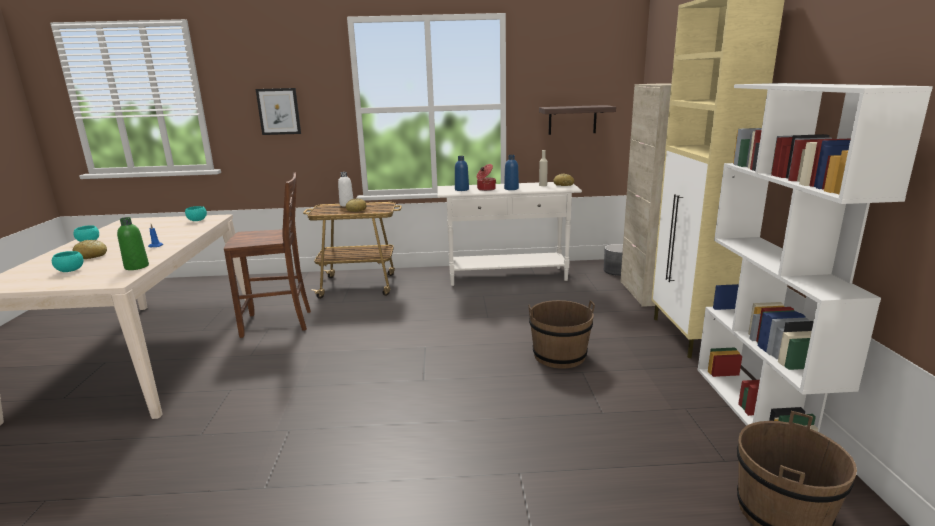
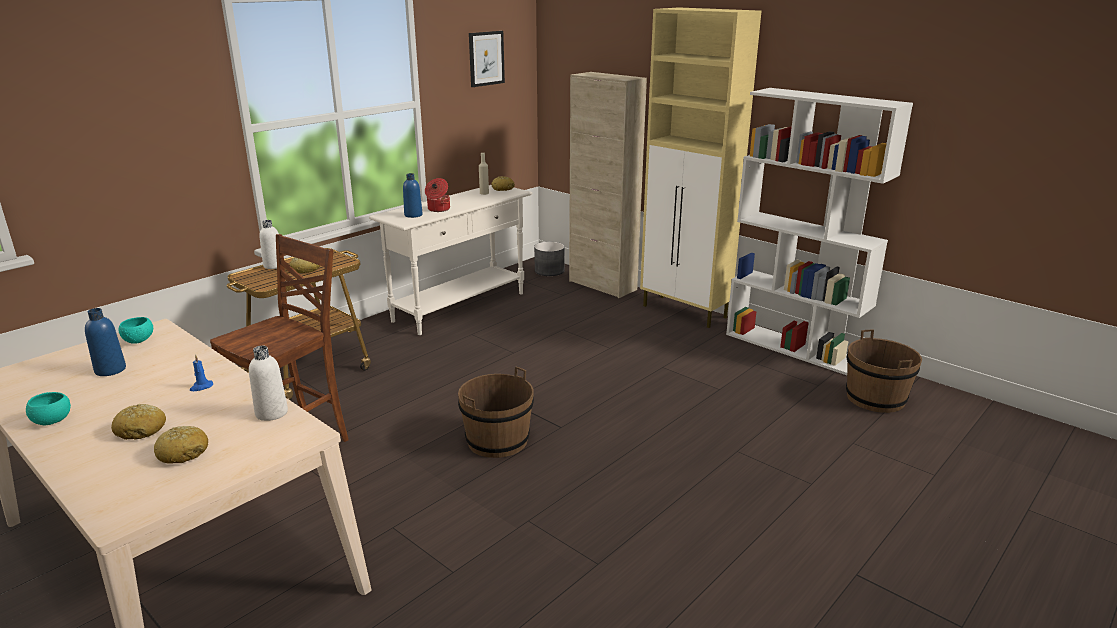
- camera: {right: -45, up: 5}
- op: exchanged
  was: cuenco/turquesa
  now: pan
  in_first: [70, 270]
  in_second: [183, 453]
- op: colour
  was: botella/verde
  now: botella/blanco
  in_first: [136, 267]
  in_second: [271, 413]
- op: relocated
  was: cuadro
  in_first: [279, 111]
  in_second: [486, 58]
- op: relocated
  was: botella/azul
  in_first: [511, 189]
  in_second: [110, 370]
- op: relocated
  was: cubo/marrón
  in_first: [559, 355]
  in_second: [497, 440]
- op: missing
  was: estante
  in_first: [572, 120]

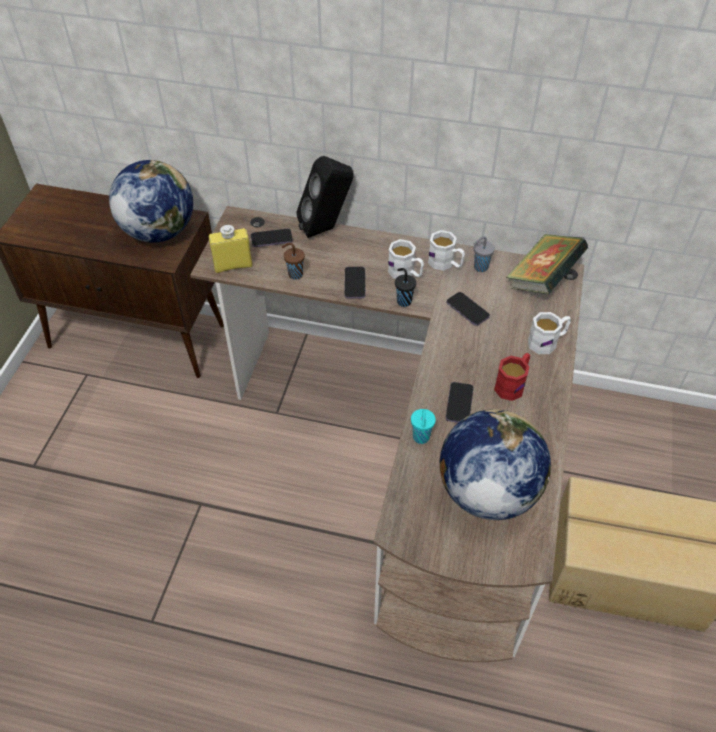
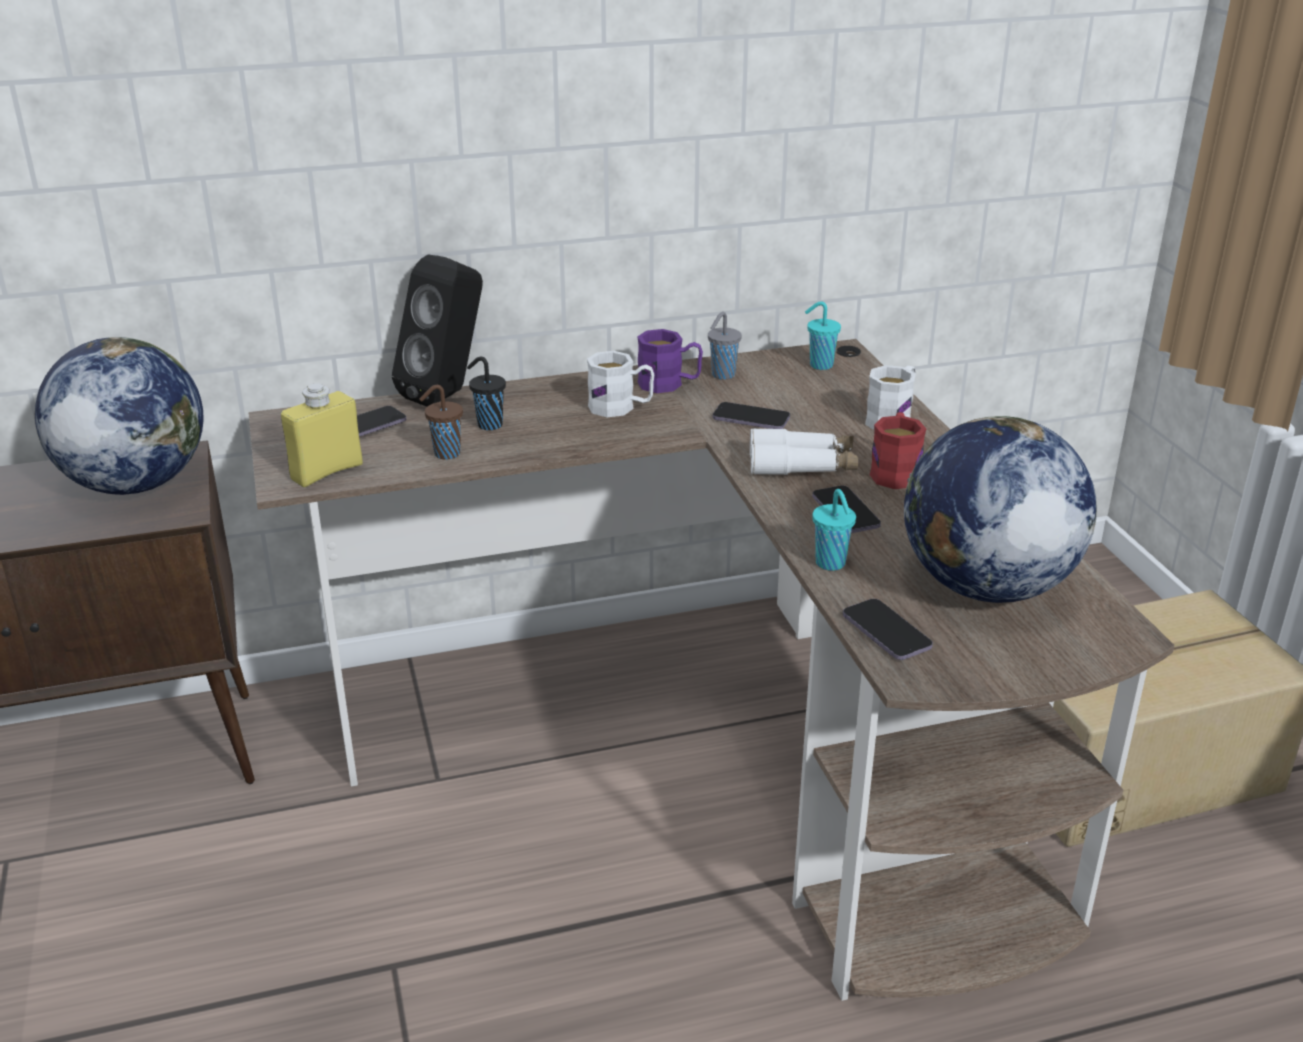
- camera: {right: -30, up: -20}
- op: relocated
  was: móvil
  in_first: [355, 284]
  in_second: [886, 632]
- op: relocated
  was: taza/negro
  in_first: [403, 301]
  in_second: [488, 425]
- op: colour
  was: taza grande/blanco
  now: taza grande/morado
  in_first: [445, 263]
  in_second: [669, 384]
- op: exchanged
  was: libro
  now: taza/turquesa
  in_first: [542, 280]
  in_second: [819, 365]
- op: appeared
  now: prismáticos/blanco
  in_second: [802, 465]

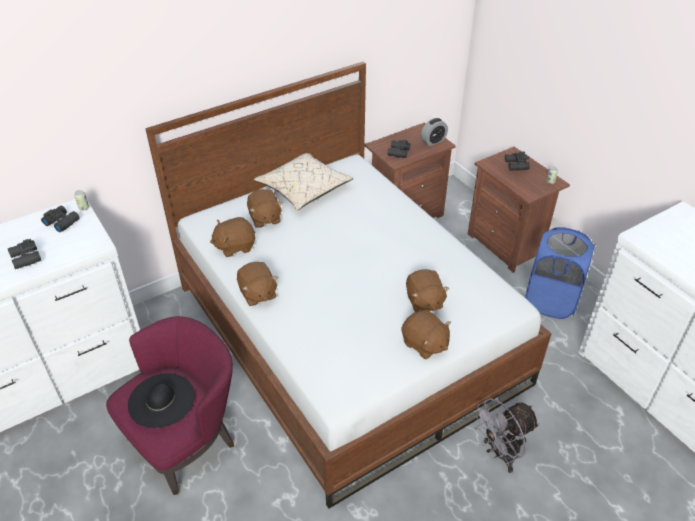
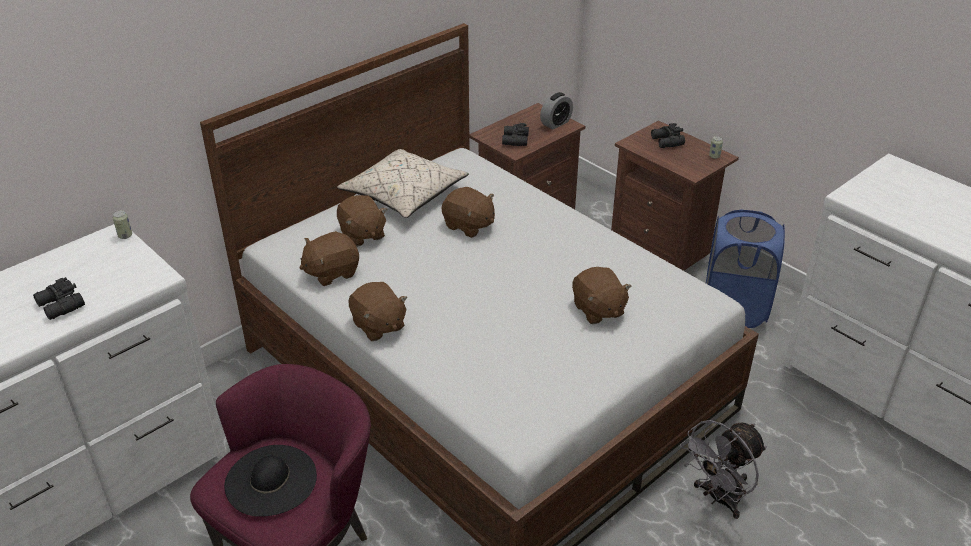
- camera: {right: -10, up: -5}
- op: missing
  was: prismáticos/negro
  in_first: [62, 222]
- op: relocated
  was: peluche/marrón
  in_first: [424, 344]
  in_second: [468, 226]

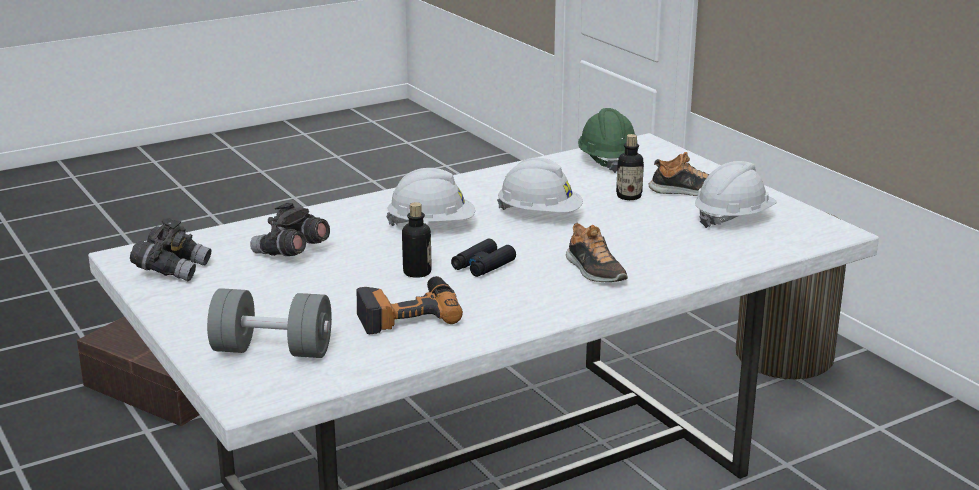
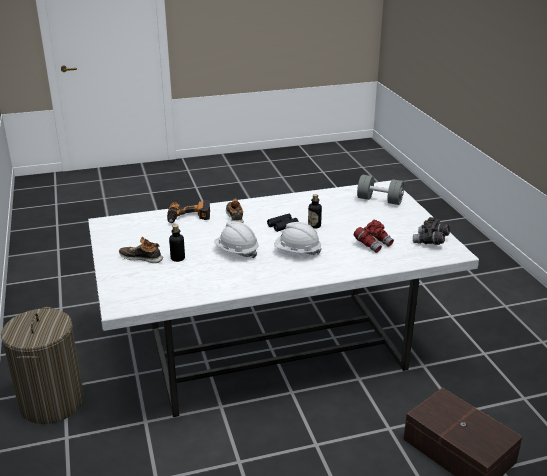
- camera: {right: -165, up: 5}
- op: colour
  was: prismáticos/gris
  now: prismáticos/rojo
  in_first: [291, 253]
  in_second: [373, 244]
- op: relocated
  was: taladro
  in_first: [407, 313]
  in_second: [189, 217]
- op: missing
  was: casco/verde
  in_first: [606, 160]
- op: missing
  was: casco/blanco
  in_first: [733, 218]

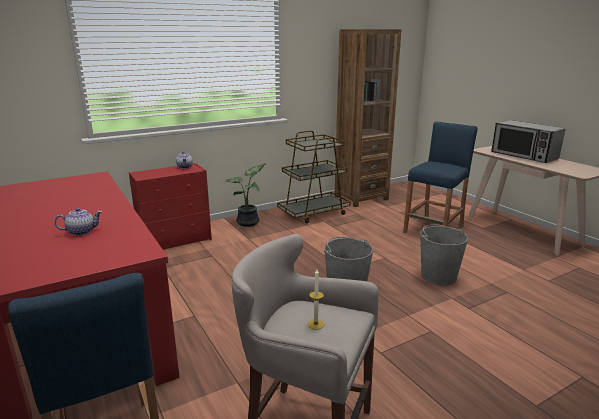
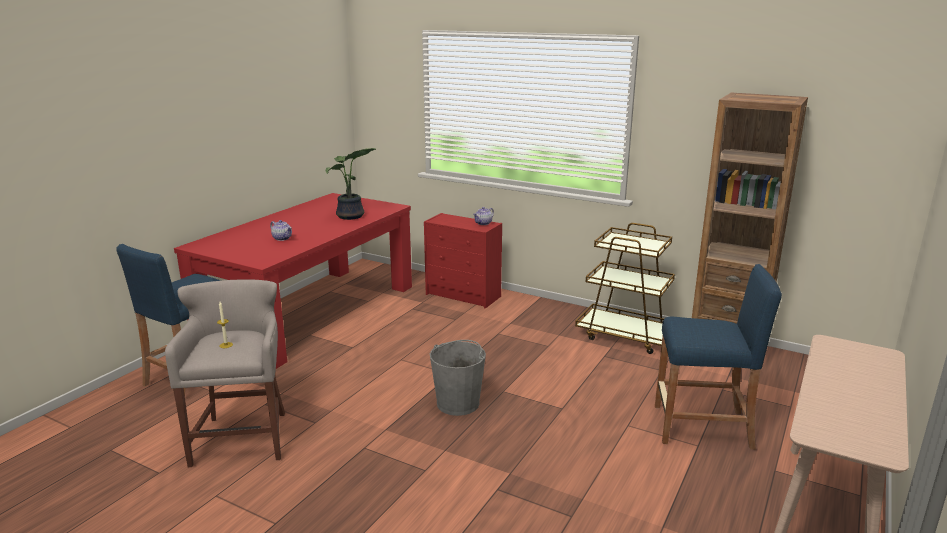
- camera: {right: 60, up: 0}
- op: relocated
  was: planta en maceta
  in_first: [249, 223]
  in_second: [351, 216]
- op: missing
  was: cubo/gris
  in_first: [438, 276]
- op: missing
  was: microondas
  in_first: [524, 156]

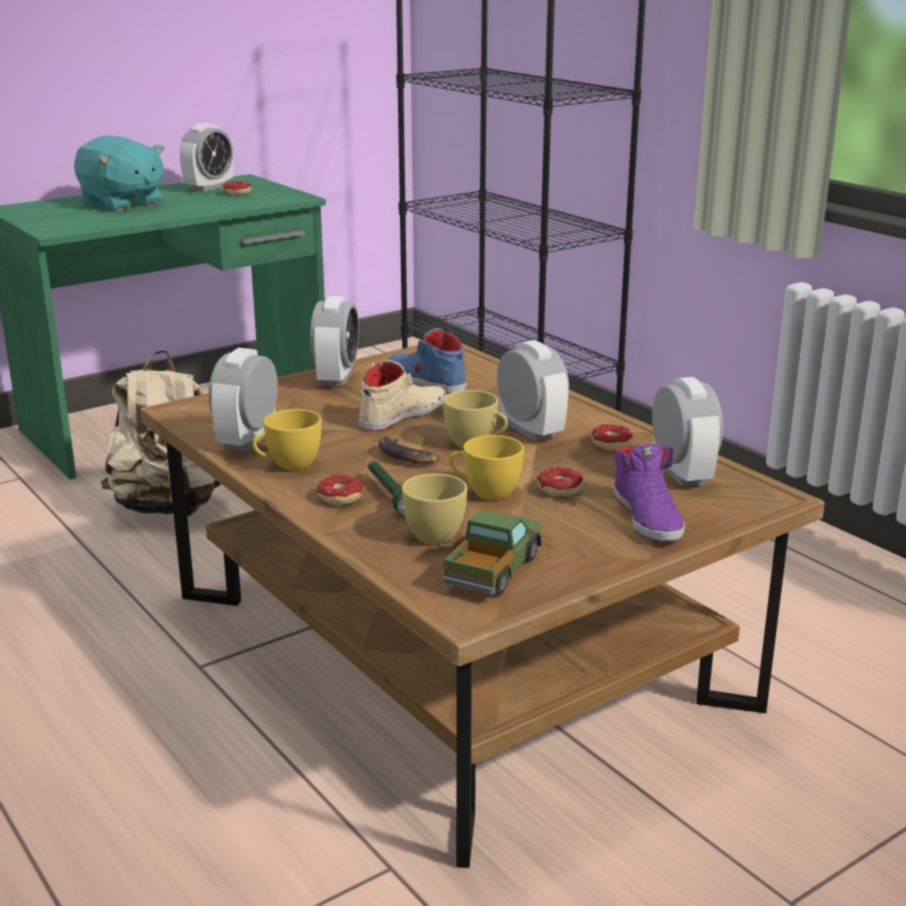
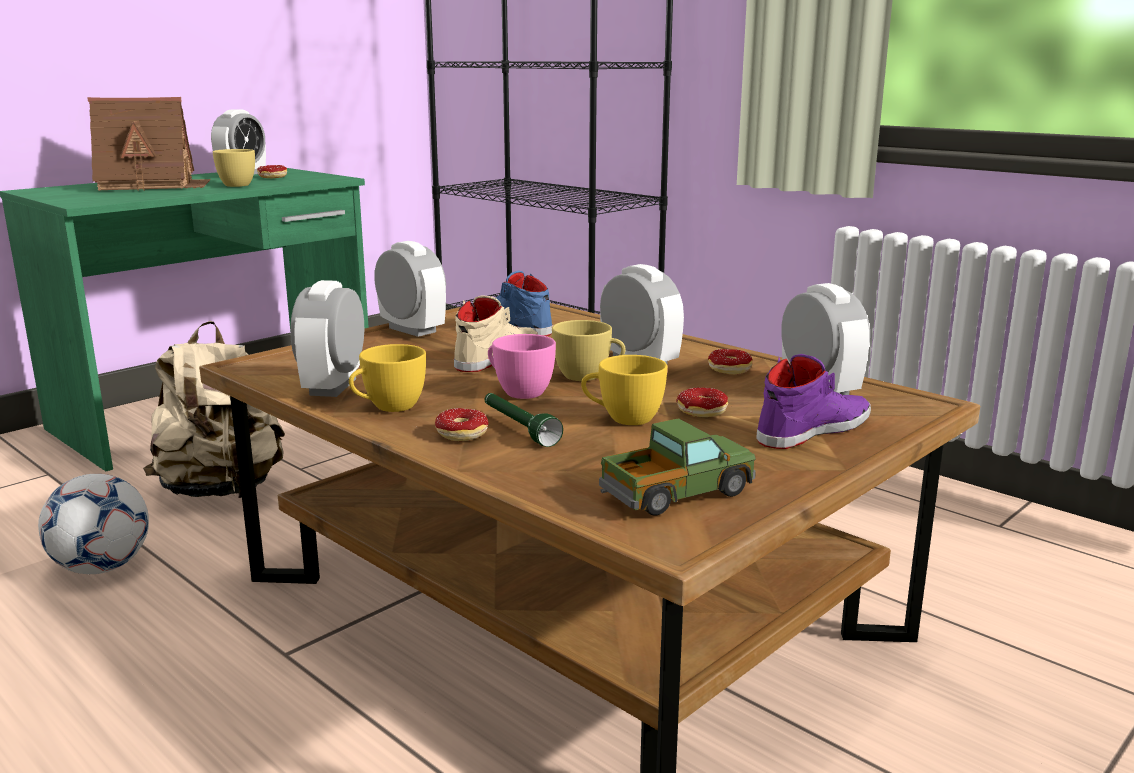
- camera: {right: -10, up: -5}
- op: exchanged
  was: peluche/turquesa
  now: casita
  in_first: [122, 204]
  in_second: [153, 185]
- op: spun
  was: despertador
  in_first: [336, 378]
  in_second: [412, 330]
  clockwise: -45
- op: exchanged
  was: plátano
  now: taza/rosa
  in_first: [406, 456]
  in_second: [518, 391]
- op: relocated
  was: taza/amarillo
  in_first: [437, 532]
  in_second: [239, 184]
- op: spun
  was: camión de juguete
  in_first: [493, 571]
  in_second: [676, 494]
  clockwise: 45
- op: spun
  was: zapato/morado
  in_first: [648, 517]
  in_second: [812, 429]
  clockwise: -105
- op: appeared
  now: balón de fútbol
  in_second: [102, 567]

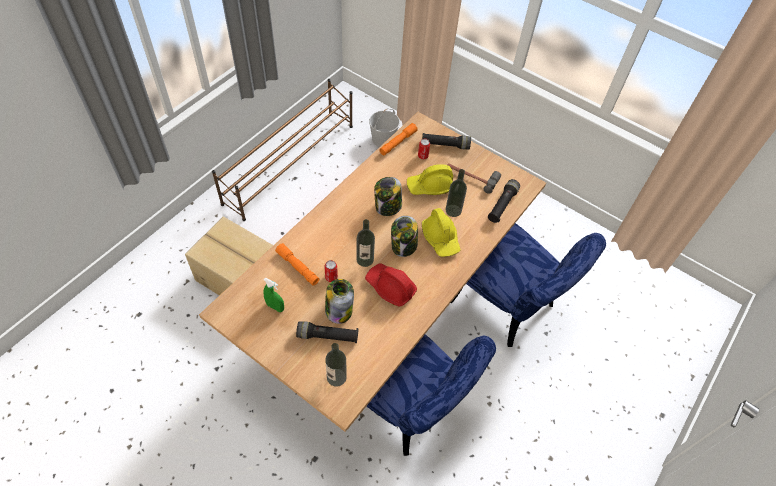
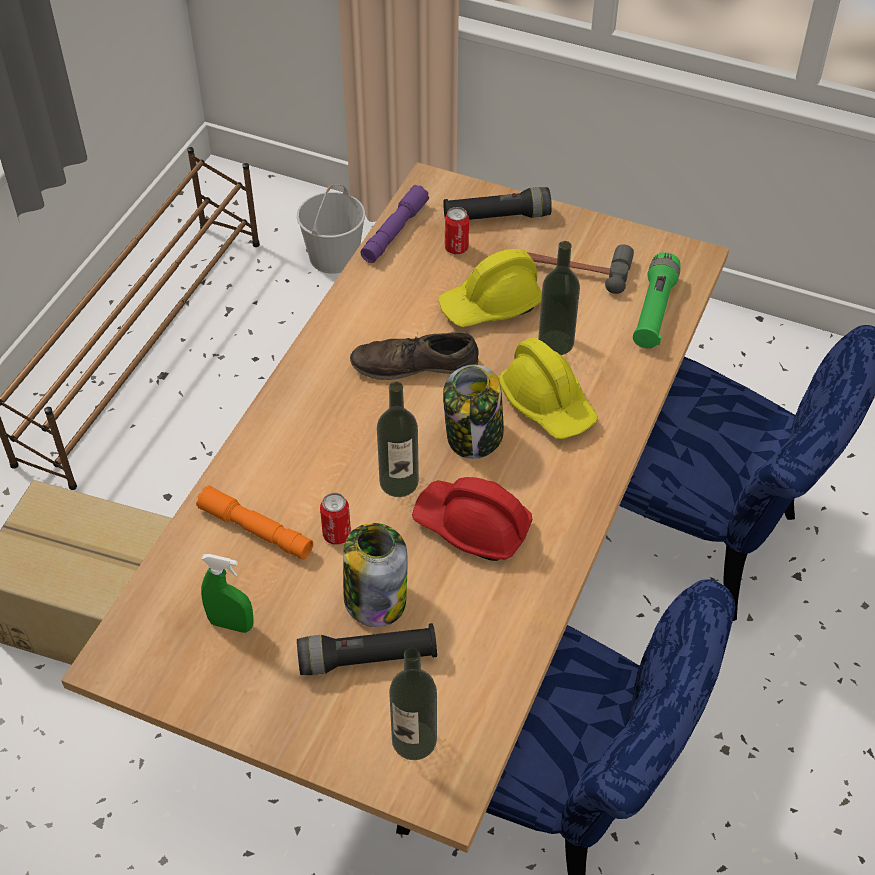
- camera: {right: -10, up: -5}
- op: exchanged
  was: tarro
  now: zapato/marrón
  in_first: [388, 207]
  in_second: [414, 365]
- op: colour
  was: linterna/naranja
  now: linterna/morado
  in_first: [398, 142]
  in_second: [394, 232]
- op: colour
  was: linterna/negro
  now: linterna/verde
  in_first: [502, 205]
  in_second: [654, 311]

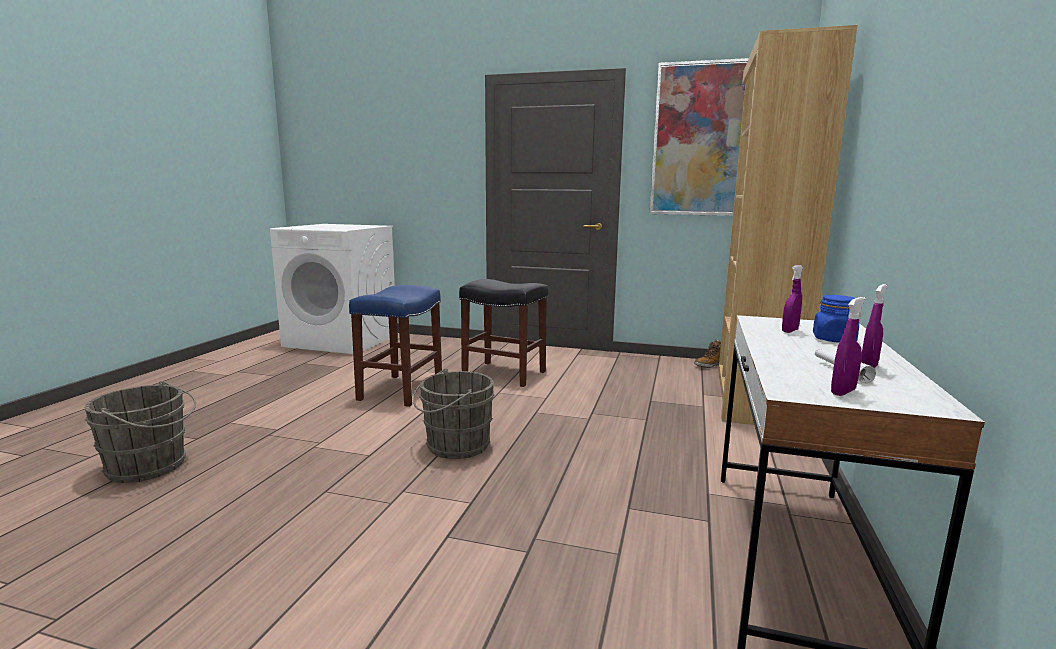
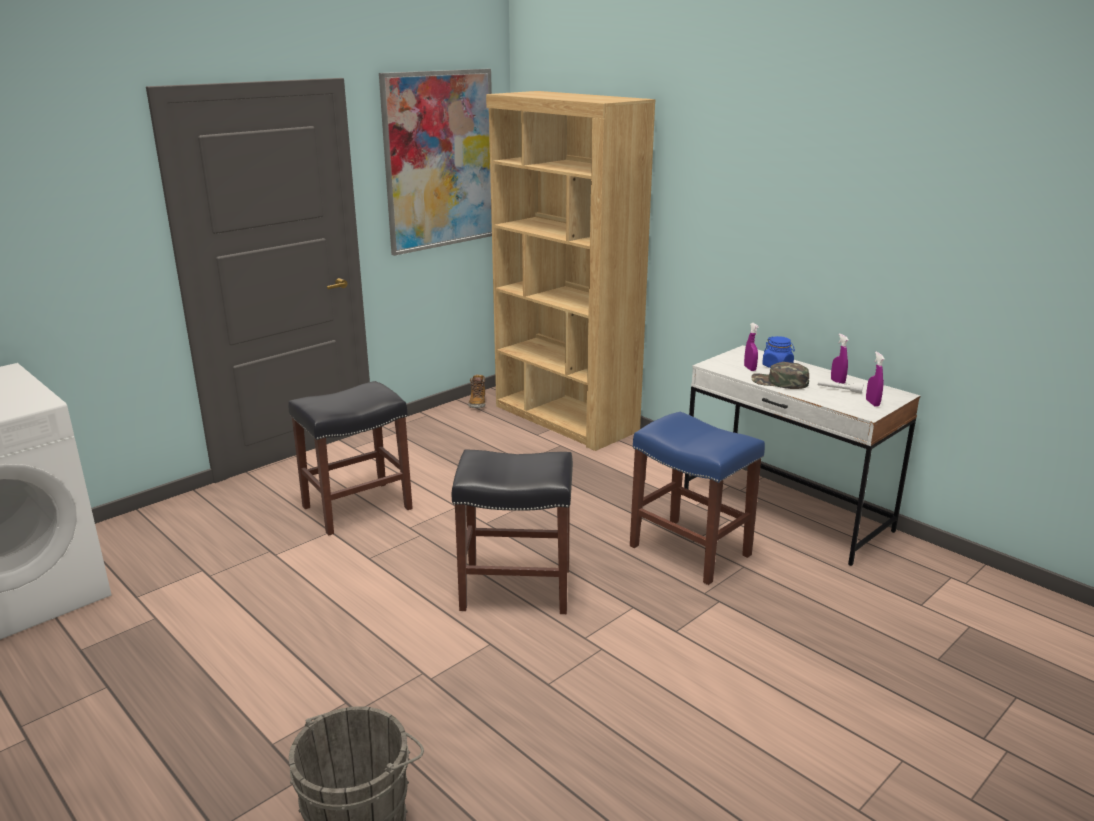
- camera: {right: -60, up: 10}
- op: relocated
  was: taburete/azul
  in_first: [401, 390]
  in_second: [688, 550]
- op: exchanged
  was: cubo/gris
  now: taburete/negro
  in_first: [454, 446]
  in_second: [517, 588]
- op: appeared
  now: gorra/verde
  in_second: [779, 382]

